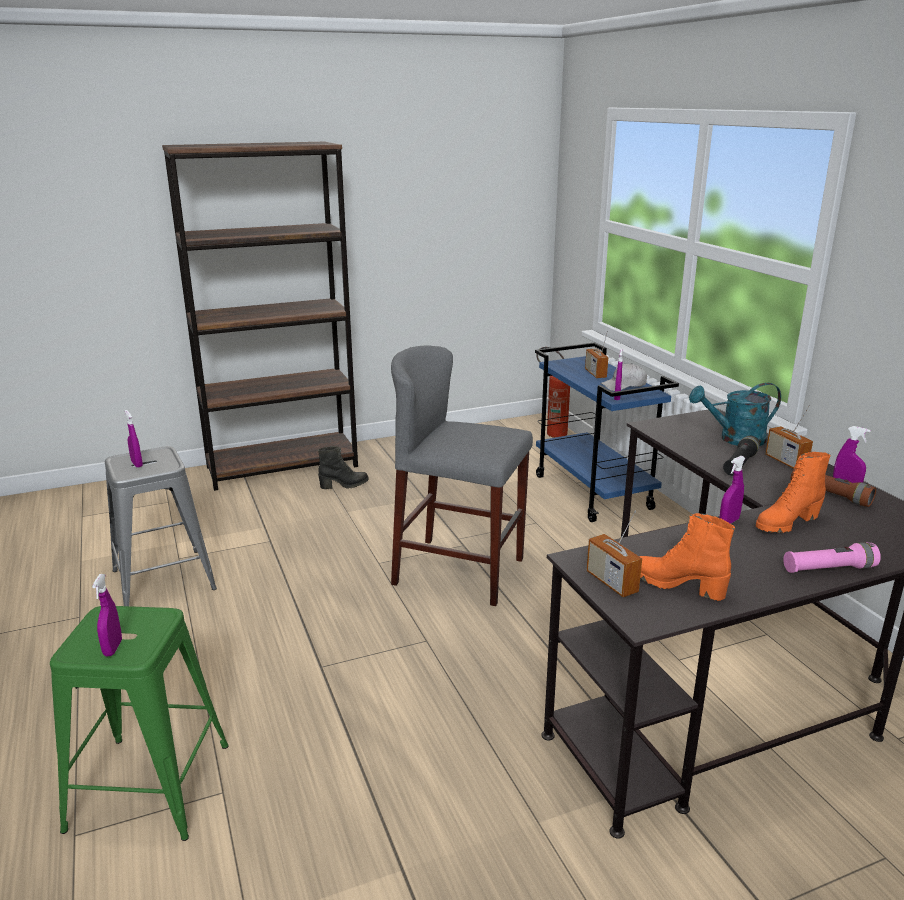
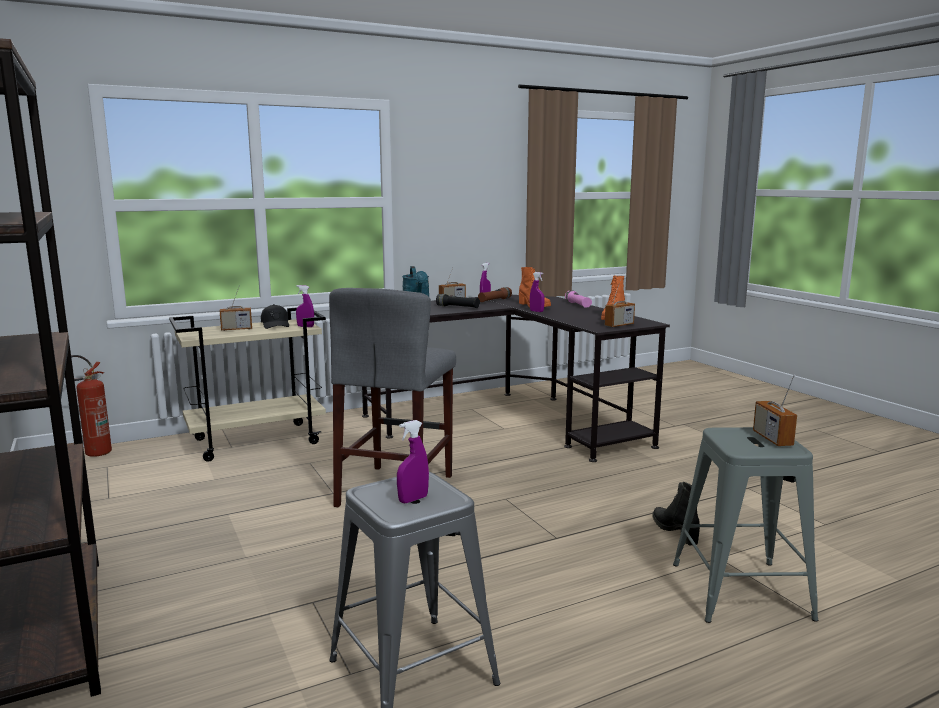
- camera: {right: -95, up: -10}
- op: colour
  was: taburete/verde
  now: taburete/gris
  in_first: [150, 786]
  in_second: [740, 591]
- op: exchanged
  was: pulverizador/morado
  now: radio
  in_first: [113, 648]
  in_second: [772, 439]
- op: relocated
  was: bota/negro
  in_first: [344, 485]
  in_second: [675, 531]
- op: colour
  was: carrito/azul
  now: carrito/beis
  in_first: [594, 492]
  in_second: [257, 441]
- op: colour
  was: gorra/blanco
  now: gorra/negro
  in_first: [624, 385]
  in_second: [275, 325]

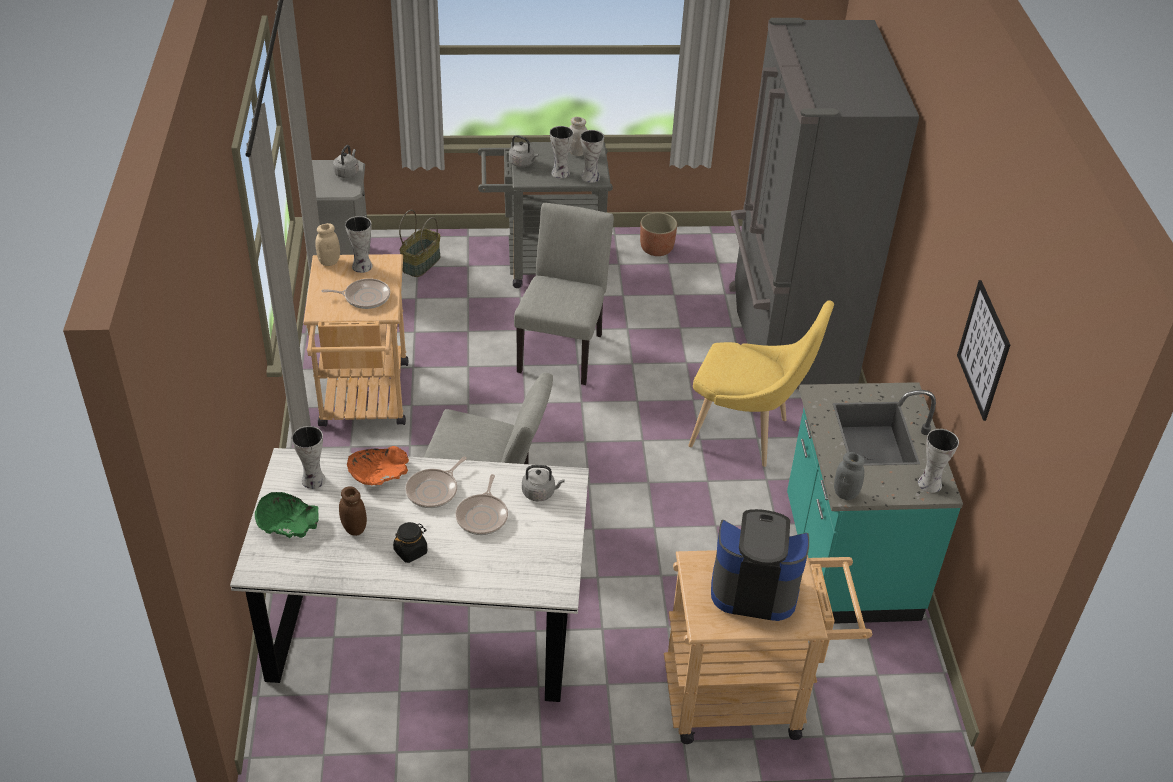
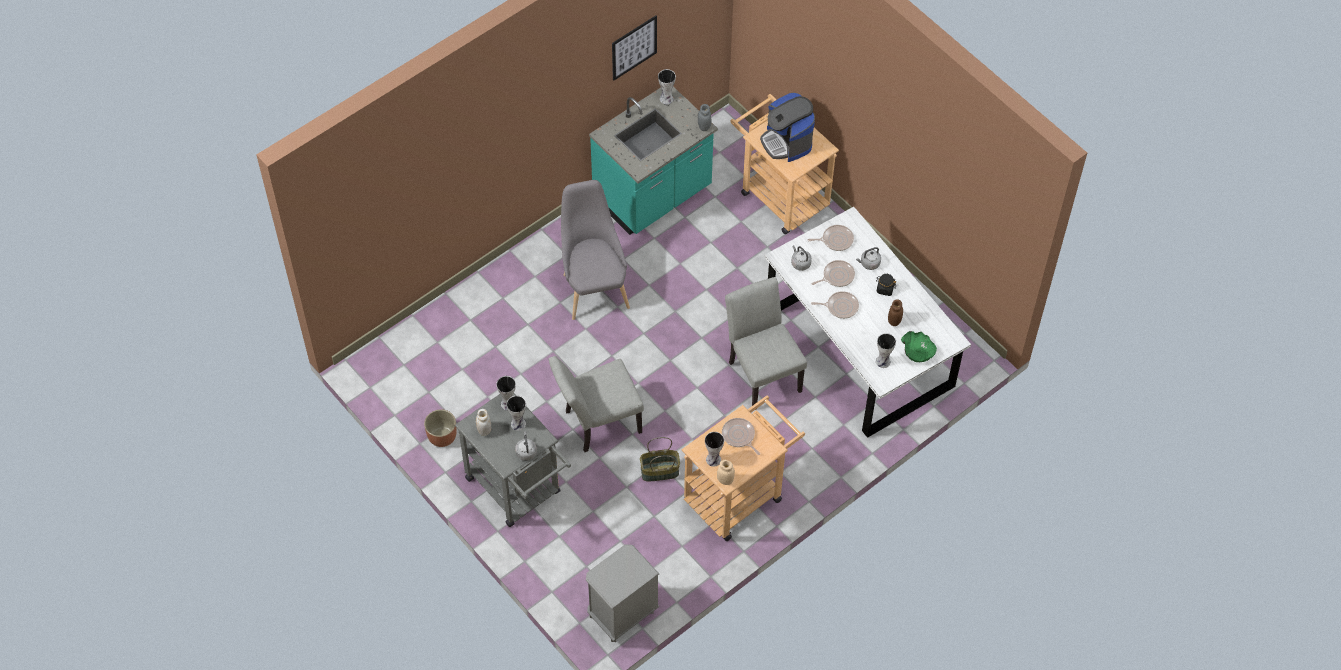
- camera: {right: -125, up: 15}
- op: relocated
  was: hervidor/gris
  in_first: [347, 172]
  in_second: [869, 263]
- op: missing
  was: cuenco/naranja
  in_first: [378, 473]
- op: relocated
  was: cesta
  in_first: [421, 263]
  in_second: [659, 472]
- op: colour
  was: silla/amarillo
  now: silla/gris
  in_first: [746, 434]
  in_second: [593, 287]
- op: missing
  was: nevera/gris
  in_first: [786, 337]
- op: appeared
  now: sartén
  in_second: [835, 240]

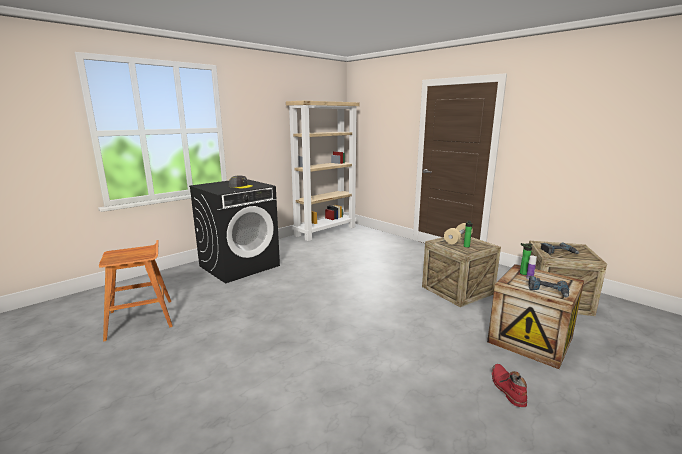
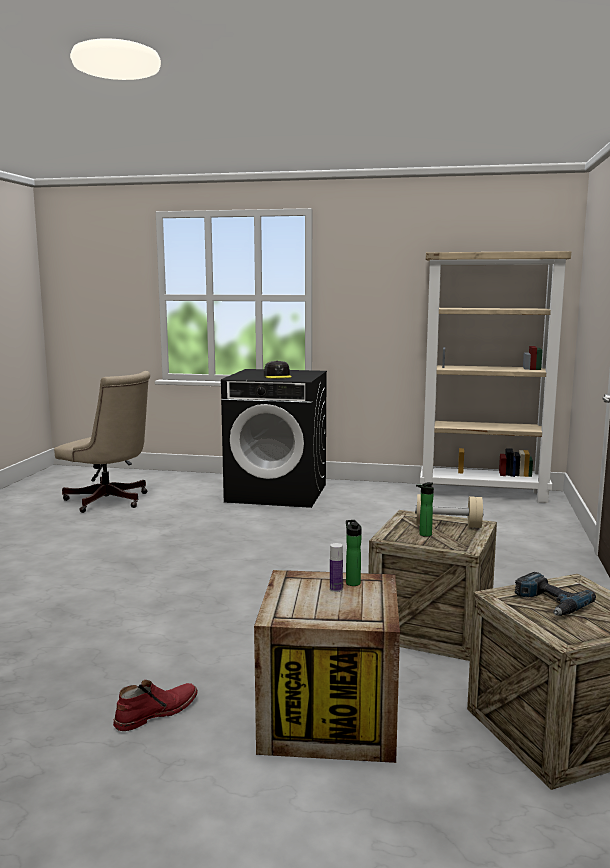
- camera: {right: 55, up: -5}
- op: exchanged
  was: taburete/marrón
  now: silla de oficina/beis
  in_first: [141, 319]
  in_second: [110, 501]
- op: missing
  was: taladro
  in_first: [548, 290]

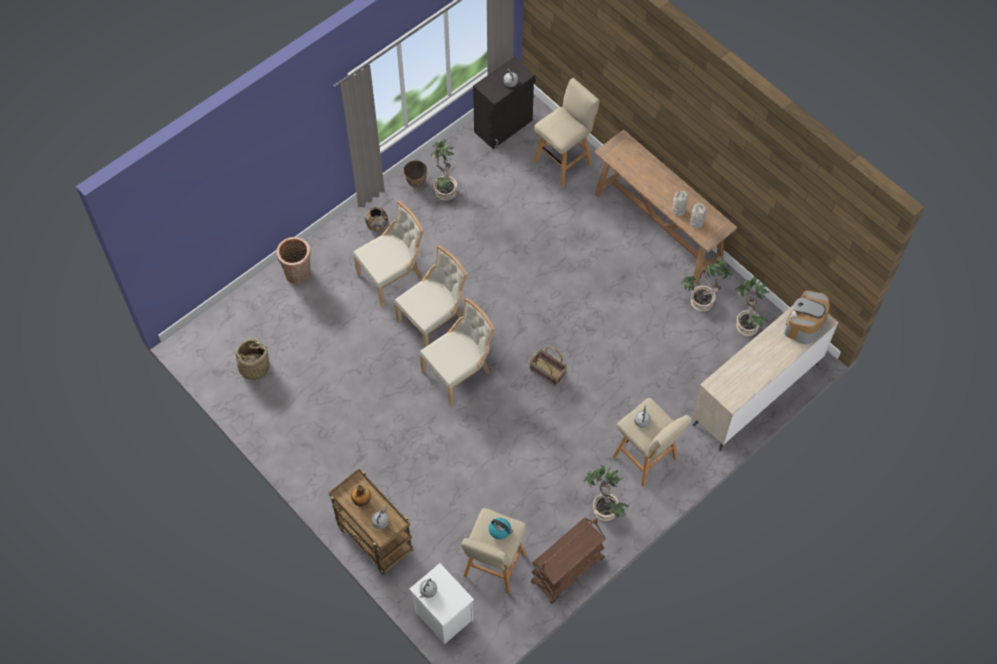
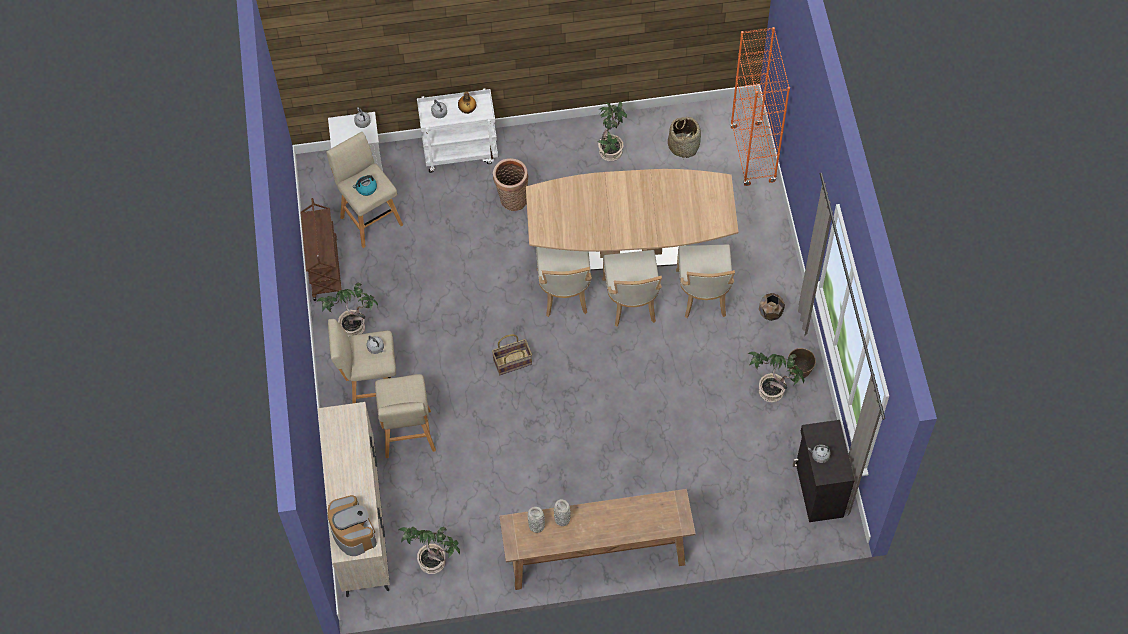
- camera: {right: 125, up: 0}
- op: relocated
  was: cesta
  in_first: [298, 275]
  in_second: [512, 199]
- op: colour
  was: carrito/marrón
  now: carrito/blanco
  in_first: [374, 538]
  in_second: [461, 152]
- op: relocated
  was: taburete/beis
  in_first: [564, 161]
  in_second: [408, 436]
- op: relocated
  was: planta en maceta
  in_first: [702, 301]
  in_second: [611, 152]
- op: appeared
  now: mesa de comedor/marrón
  in_second: [630, 248]
- op: appeared
  now: estantería/naranja
  in_second: [752, 155]

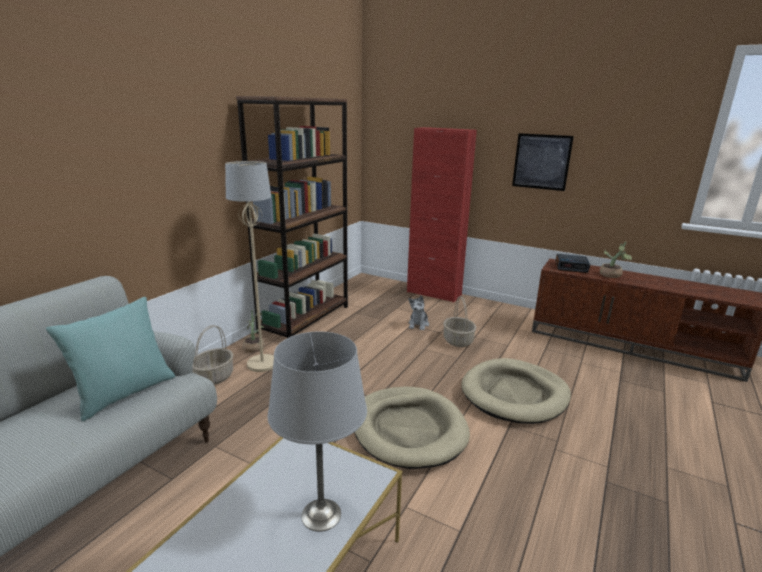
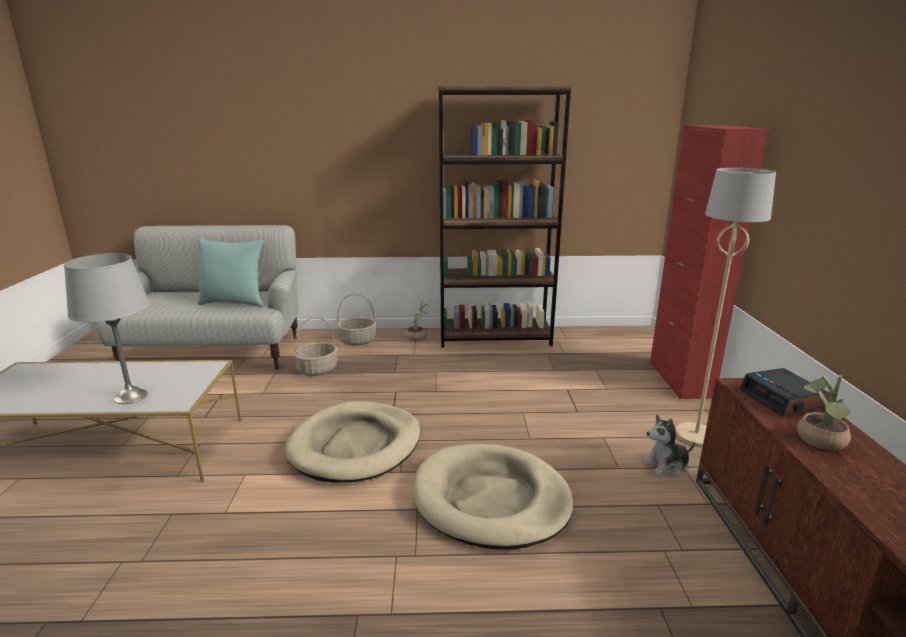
- camera: {right: 60, up: 0}
- op: relocated
  was: lámpara de pie/beis
  in_first: [262, 364]
  in_second: [695, 436]
- op: relocated
  was: peluche
  in_first: [418, 324]
  in_second: [666, 466]
- op: relocated
  was: cesta
  in_first: [458, 341]
  in_second: [317, 370]
- op: missing
  was: cuadro
  in_first: [541, 162]

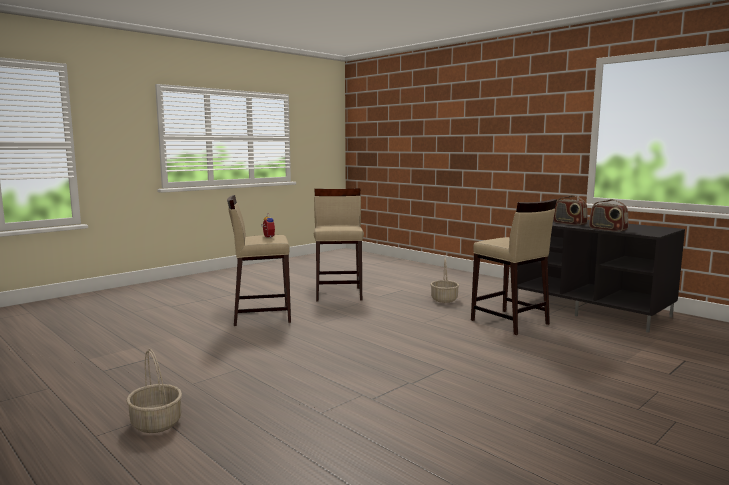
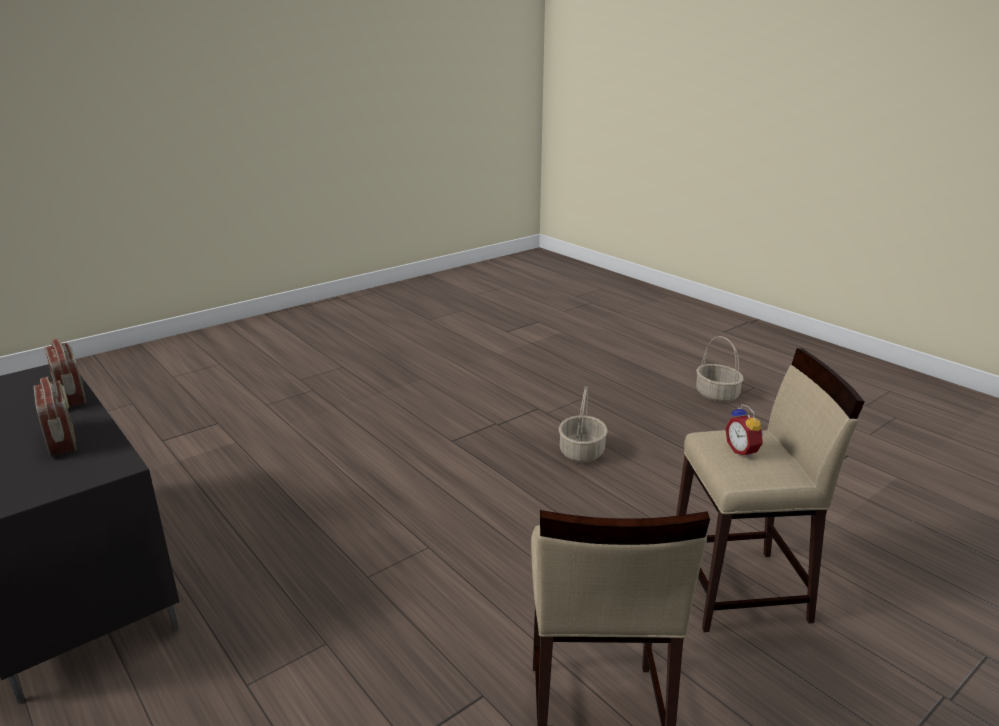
- camera: {right: -175, up: 15}
- op: relocated
  was: cesta
  in_first: [444, 299]
  in_second: [581, 452]
- op: missing
  was: taburete/beis
  in_first: [509, 322]

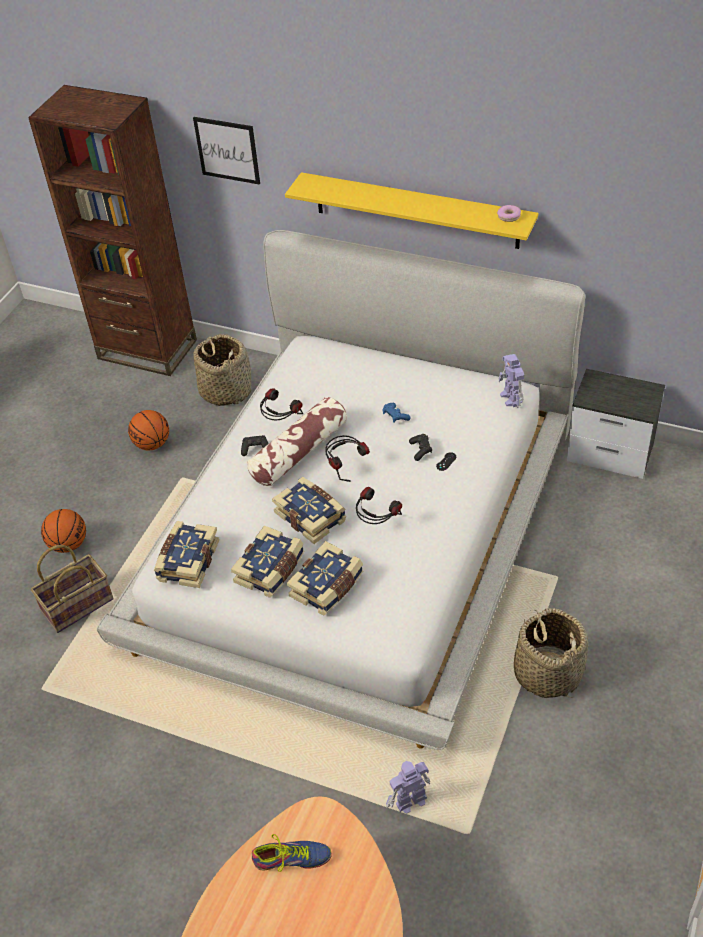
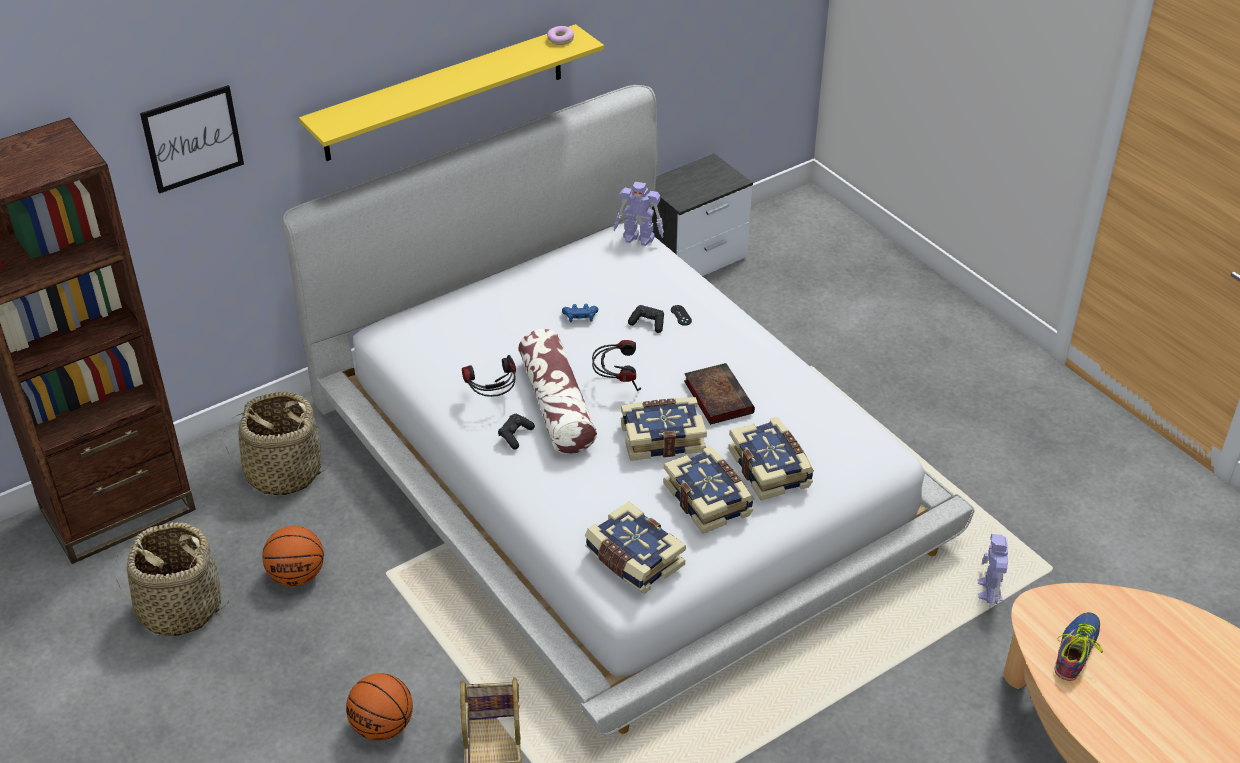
- camera: {right: -60, up: -5}
- op: exchanged
  was: auriculares
  now: libro
  in_first: [377, 522]
  in_second: [716, 396]
- op: relocated
  was: cesta
  in_first: [547, 672]
  in_second: [180, 608]

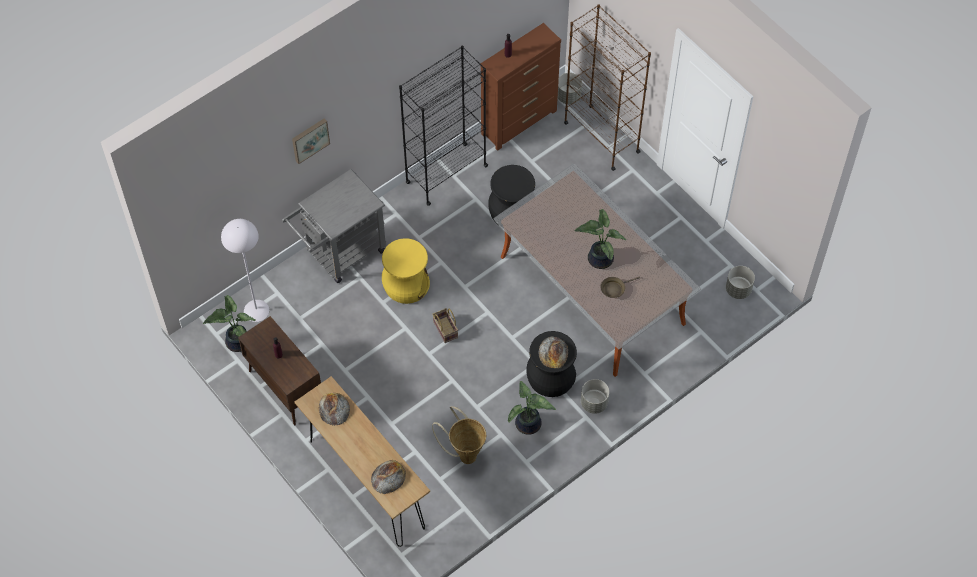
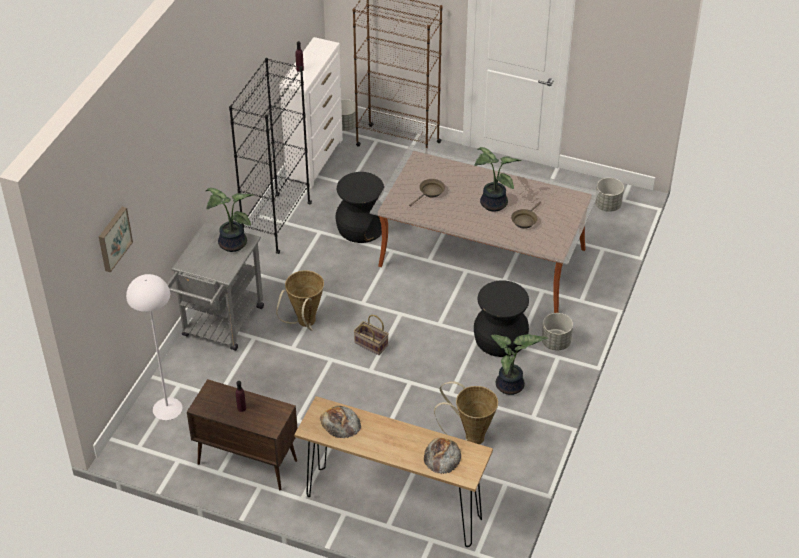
- camera: {right: -30, up: -15}
- op: relocated
  was: planta en maceta
  in_first: [236, 341]
  in_second: [230, 244]
- op: relocated
  was: cuadro
  in_first: [309, 139]
  in_second: [113, 238]
- op: exchanged
  was: taburete/amarillo
  now: cesta
  in_first: [406, 284]
  in_second: [304, 324]
- op: colour
  was: cómoda/marrón
  now: cómoda/blanco
  in_first: [519, 122]
  in_second: [315, 160]
- op: missing
  was: pan
  in_first: [553, 352]
- op: appeared
  now: sartén/marrón
  in_second: [430, 192]

